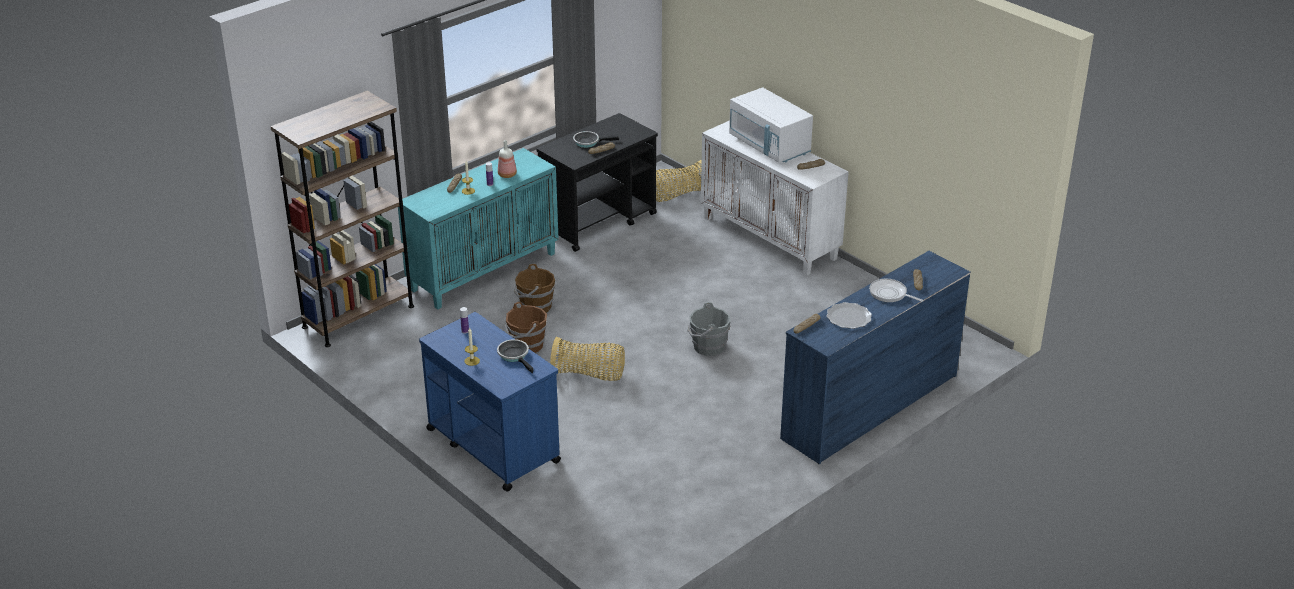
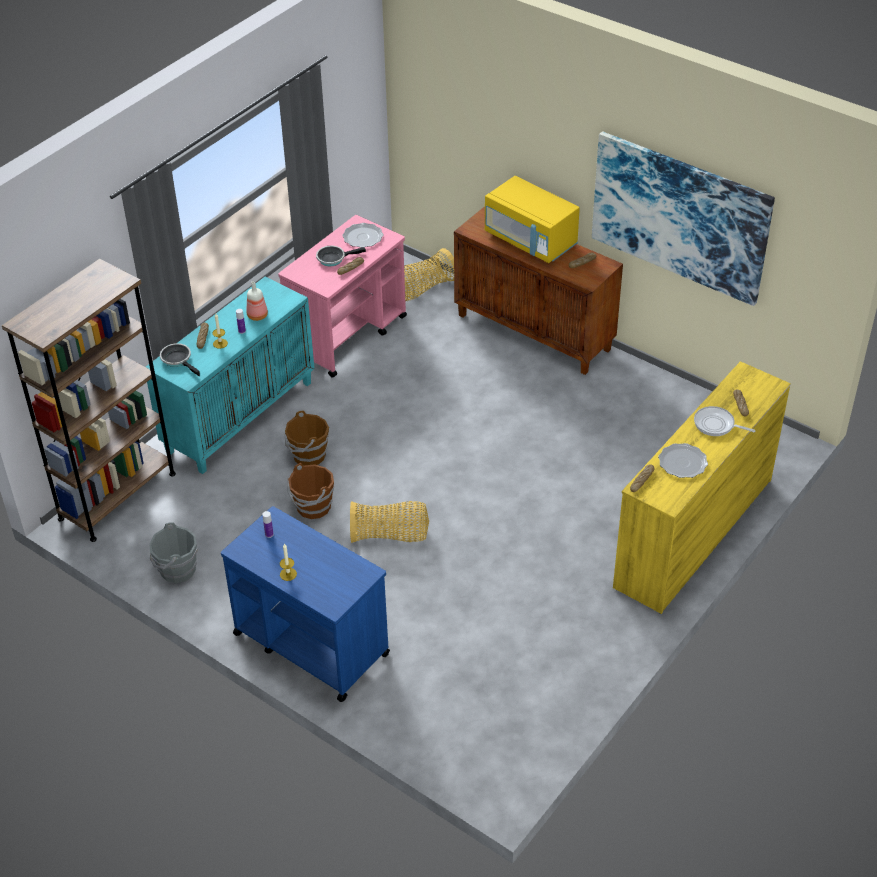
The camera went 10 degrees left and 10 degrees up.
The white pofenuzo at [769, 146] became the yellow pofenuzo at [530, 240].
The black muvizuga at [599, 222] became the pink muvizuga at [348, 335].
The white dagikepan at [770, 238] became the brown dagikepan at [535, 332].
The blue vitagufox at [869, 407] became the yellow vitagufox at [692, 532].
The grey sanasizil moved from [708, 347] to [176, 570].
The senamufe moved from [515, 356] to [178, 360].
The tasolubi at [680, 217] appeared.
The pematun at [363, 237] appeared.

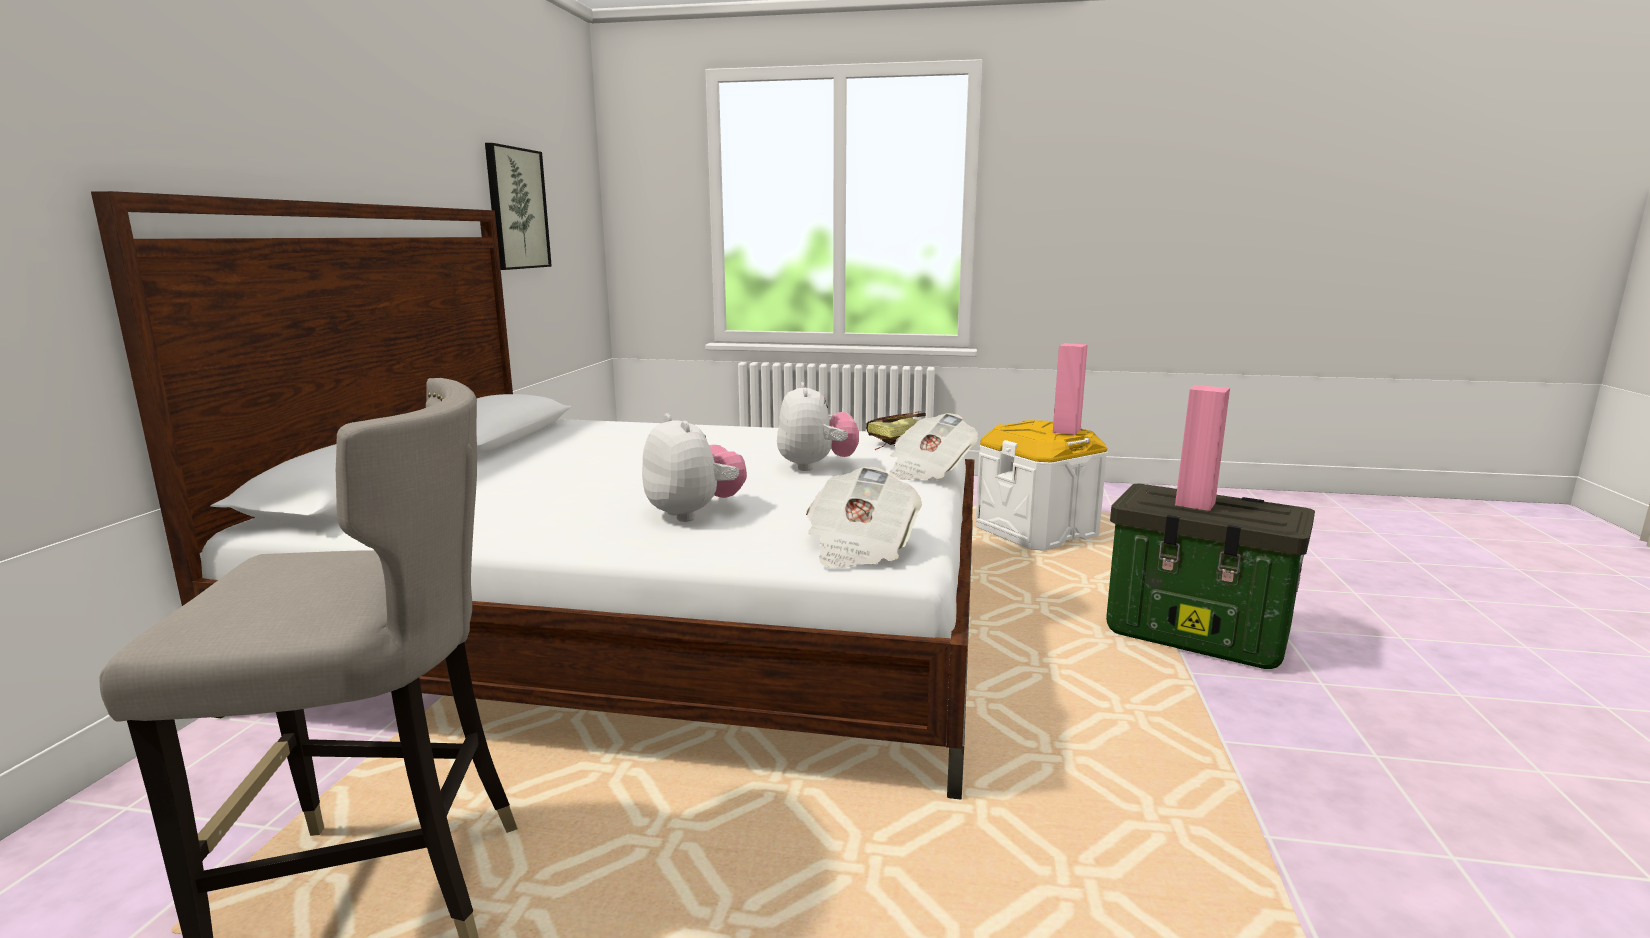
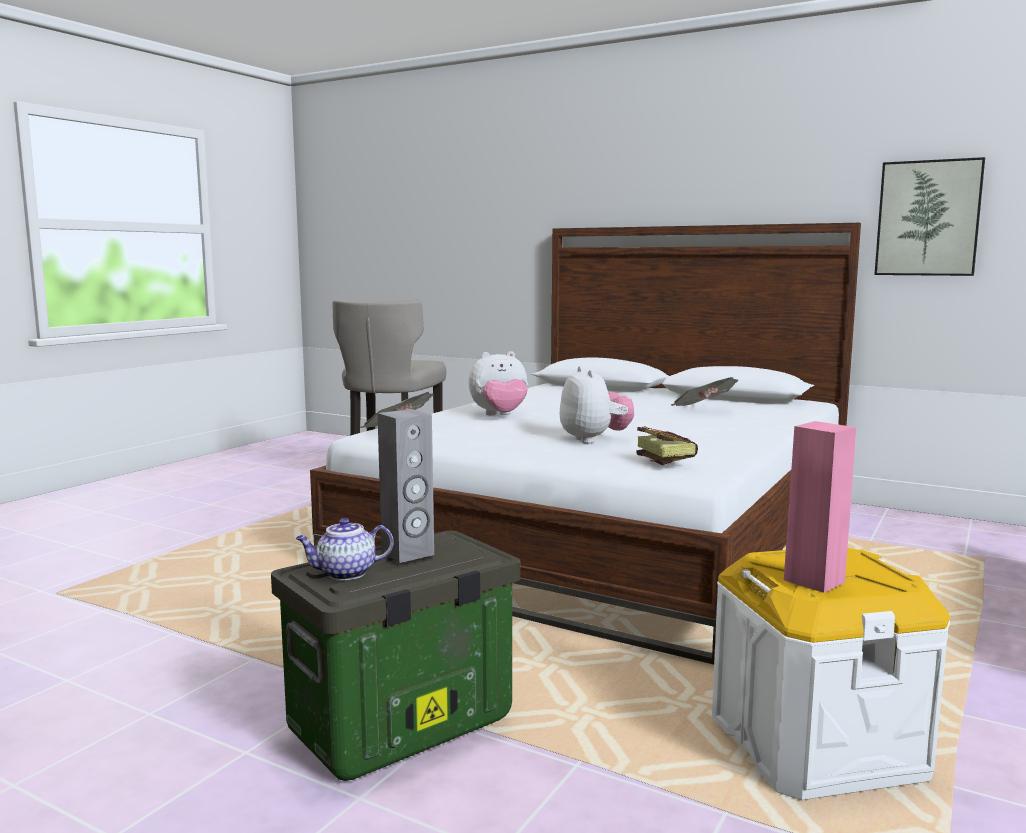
The camera went 110 degrees right and 5 degrees down.
The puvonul at [816, 466] turned 120 degrees counterclockwise.
The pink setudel at [1195, 504] became the grey setudel at [408, 554].
The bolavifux moved from [928, 471] to [703, 410].
The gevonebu at [345, 573] appeared.

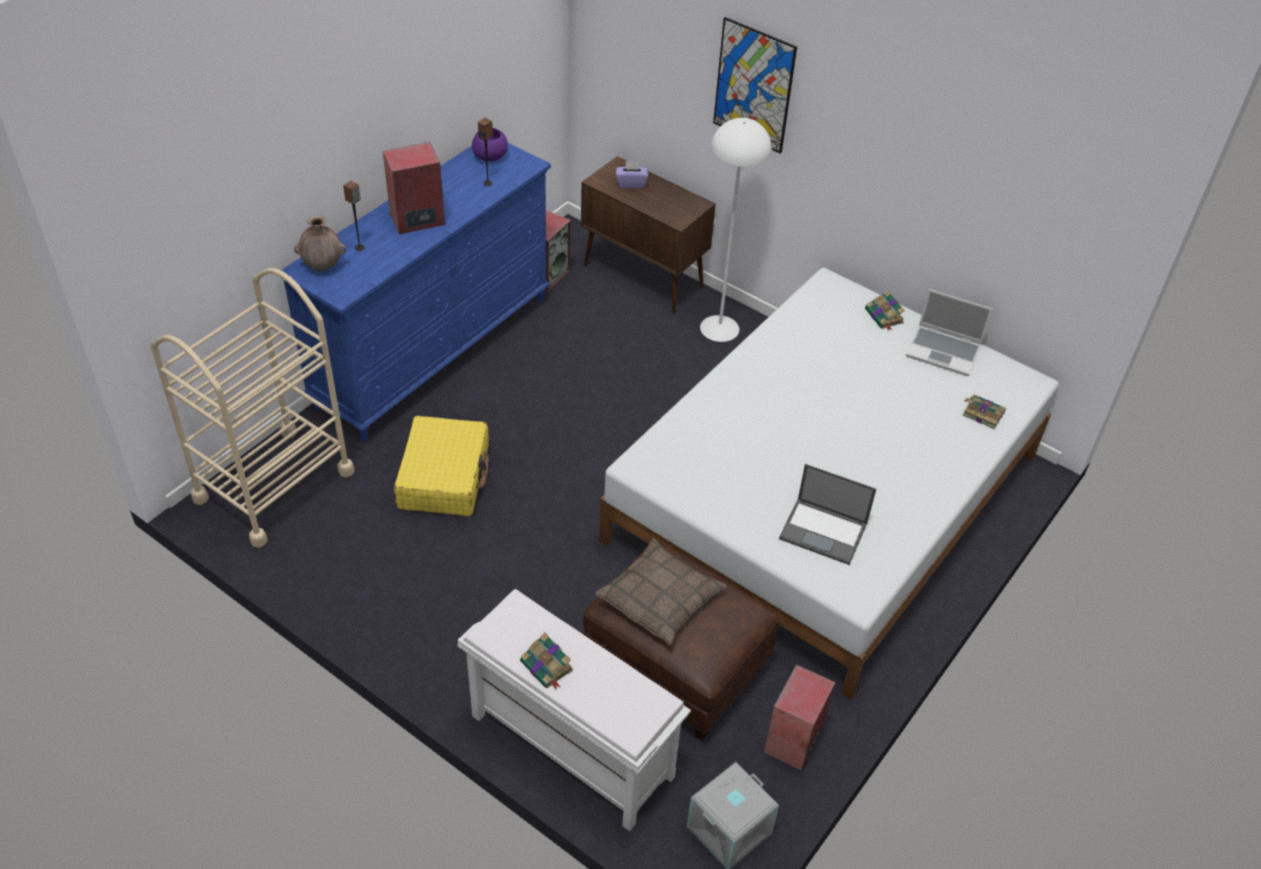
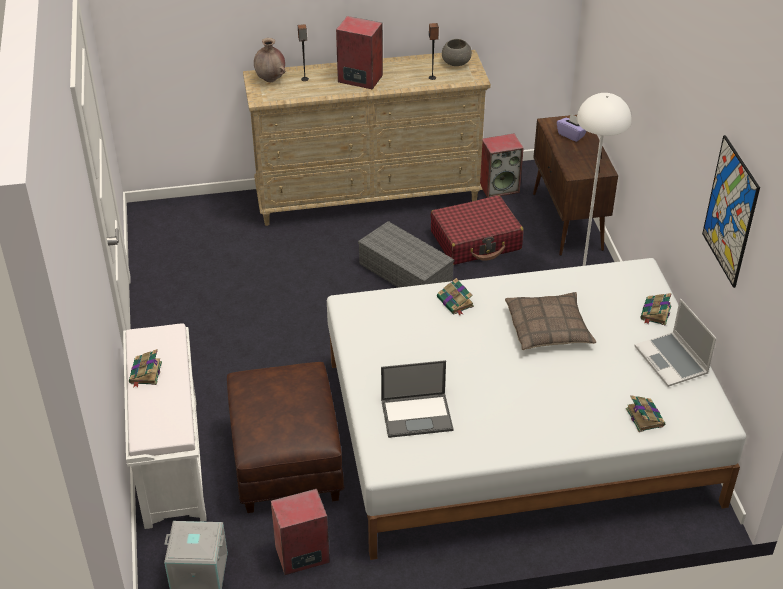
The camera went 45 degrees right and 5 degrees down.
The tasolubi moved from [753, 86] to [730, 211].
The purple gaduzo at [489, 156] became the grey gaduzo at [455, 63].
The blue vitagufox at [435, 352] became the beige vitagufox at [368, 197].
The beige muvizuga at [274, 485] disappeared.
The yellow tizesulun at [444, 477] disappeared.
The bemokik at [824, 531] turned 75 degrees counterclockwise.
The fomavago moved from [660, 598] to [548, 328].
The red tizesulun at [476, 241] appeared.
The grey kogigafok at [407, 272] appeared.
The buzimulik at [455, 302] appeared.

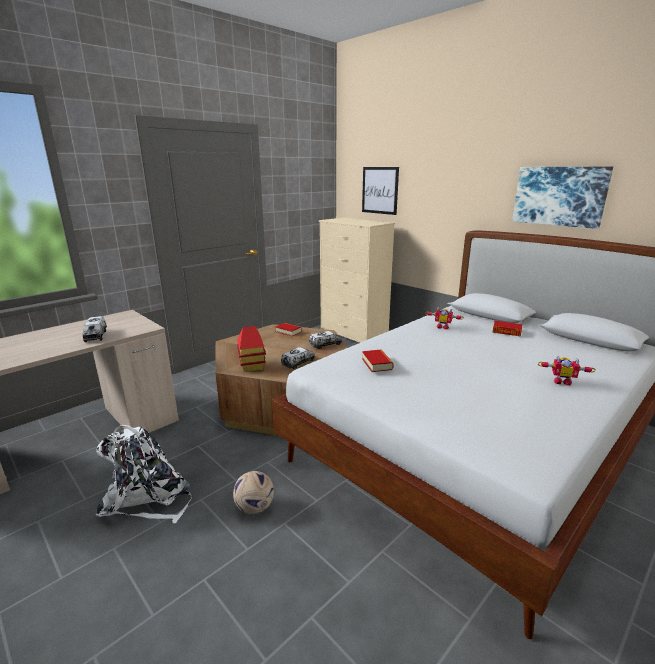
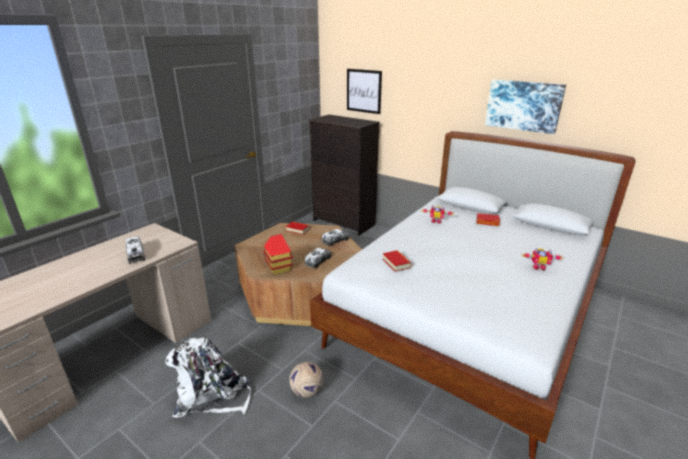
The camera went 10 degrees left and 5 degrees up.
The beige vitagufox at [353, 336] became the black vitagufox at [344, 223].

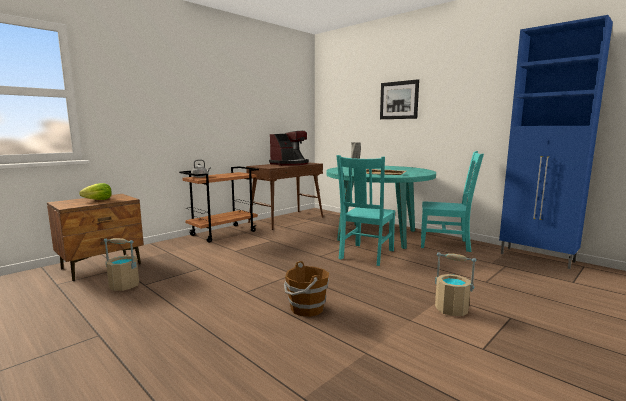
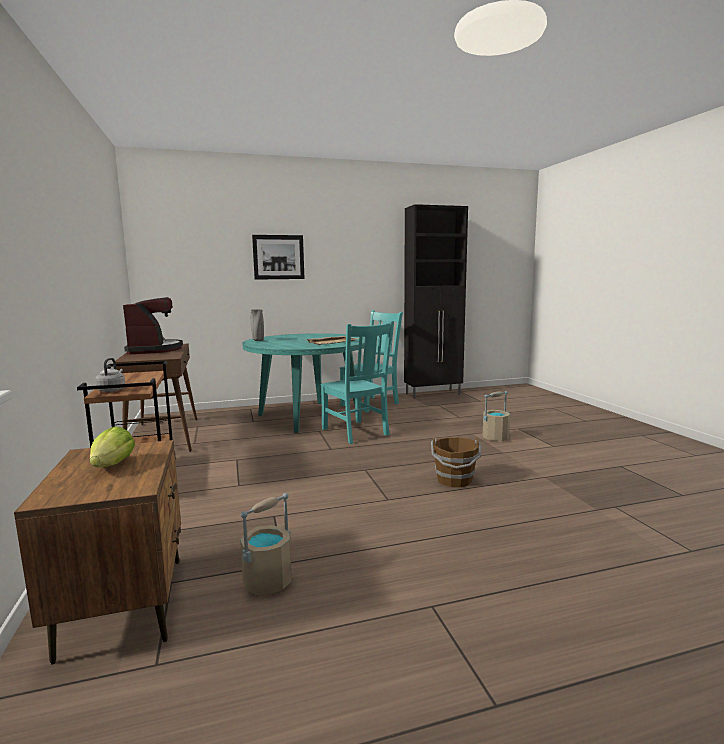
The camera went 60 degrees left and 0 degrees up.
The blue dagikepan at [537, 258] became the black dagikepan at [434, 394].

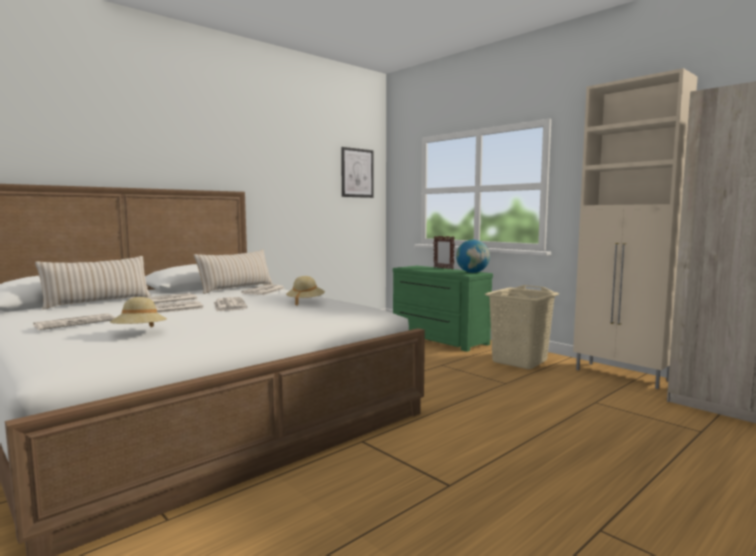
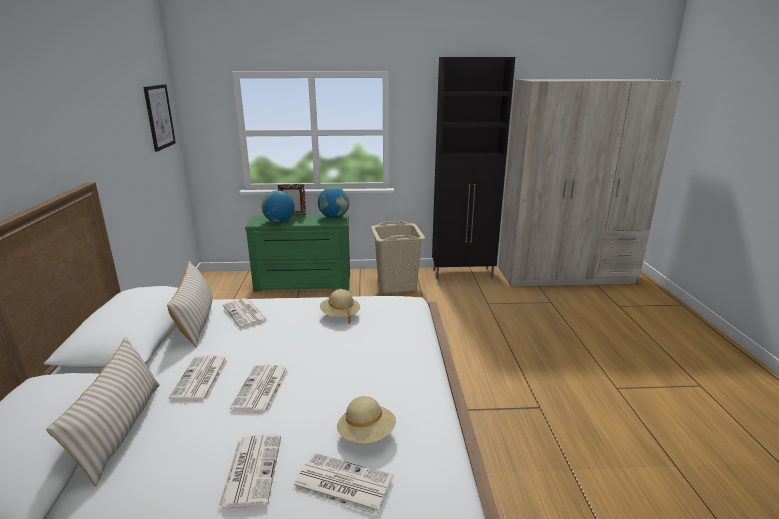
The camera went 50 degrees left and 15 degrees up.
The beige dagikepan at [622, 375] became the black dagikepan at [463, 274].
The bolavifux moved from [229, 305] to [341, 484].
The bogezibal at [279, 222] appeared.

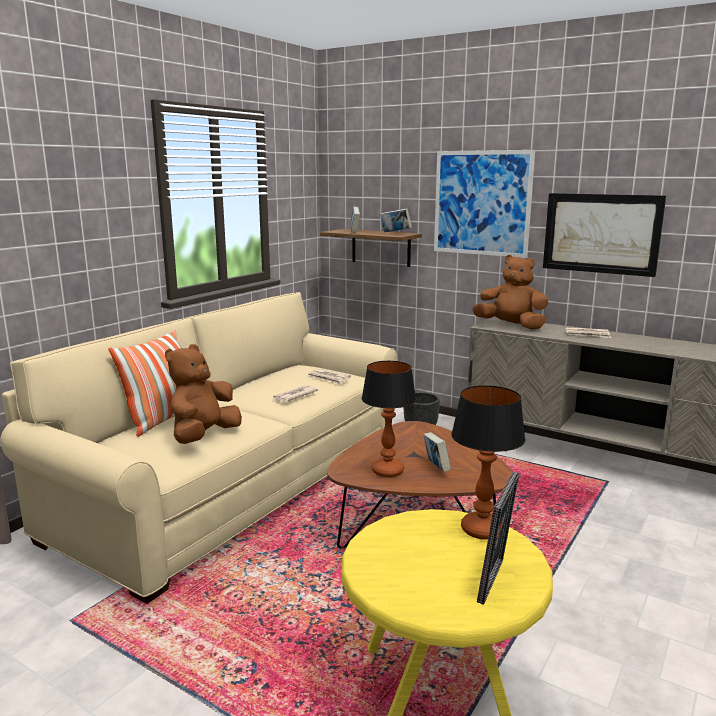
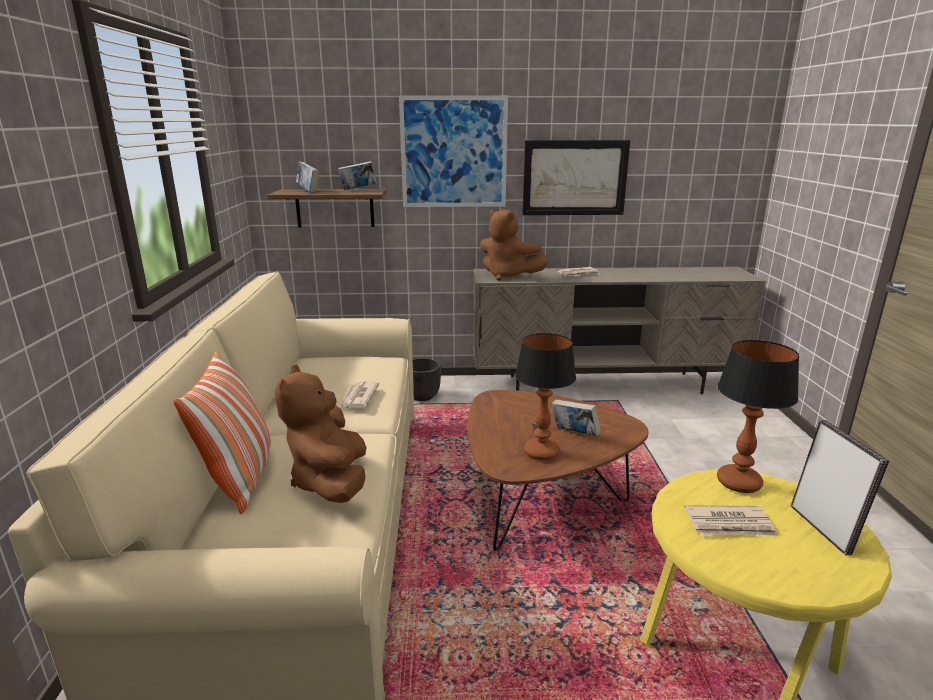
The camera went 35 degrees left and 5 degrees up.
The brown puvonul at [511, 326] turned 135 degrees counterclockwise.
The bolavifux moved from [329, 378] to [730, 524].

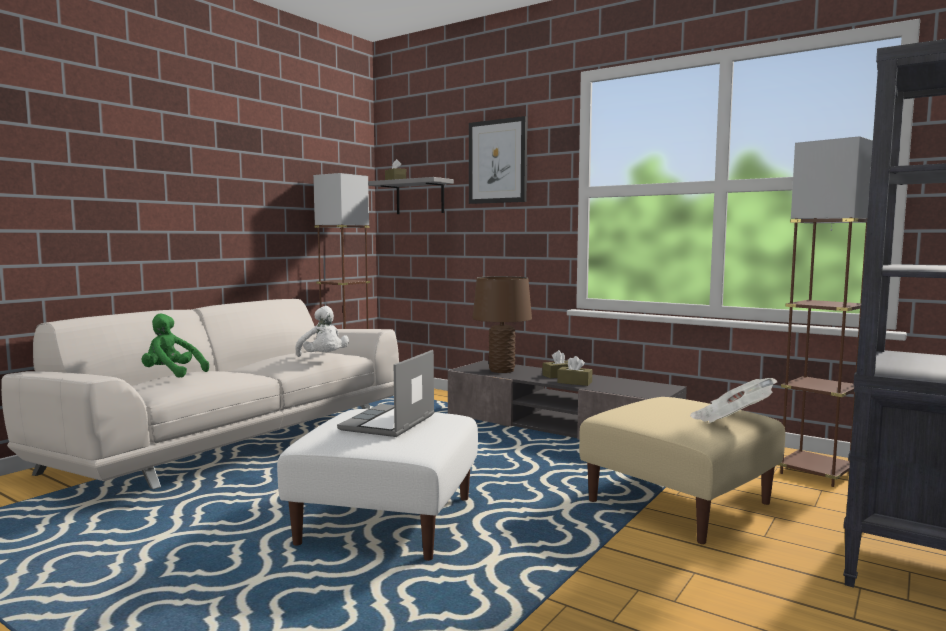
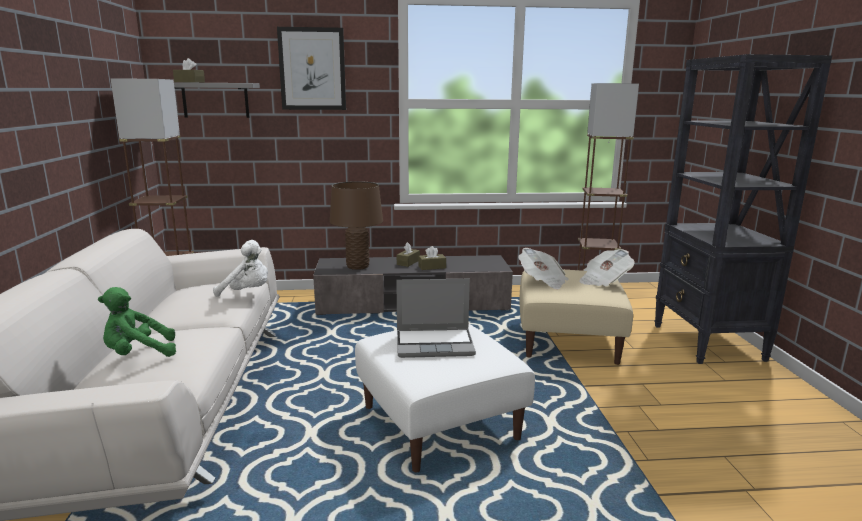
The camera went 40 degrees left and 10 degrees up.
The bemokik at [389, 423] turned 75 degrees counterclockwise.
The bolavifux at [542, 281] appeared.

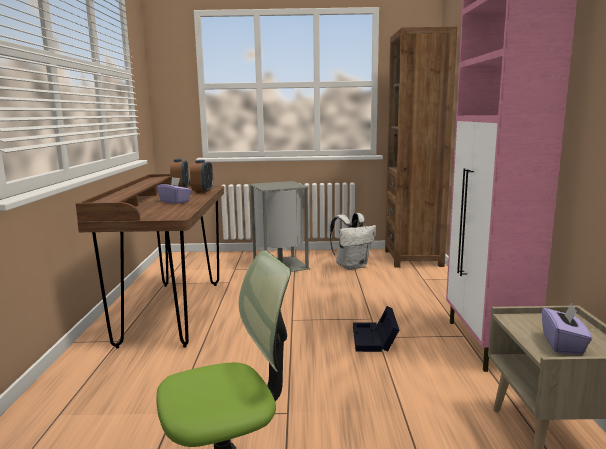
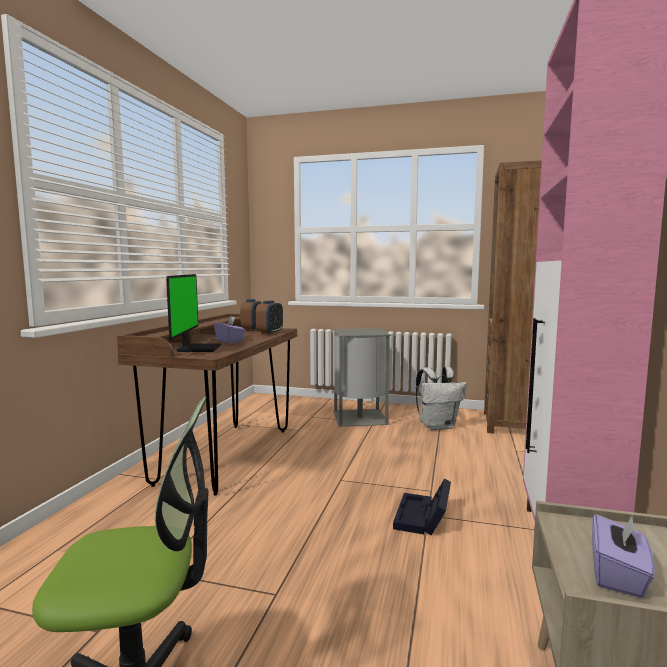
The camera went 15 degrees right and 5 degrees down.
The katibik at [197, 348] appeared.

